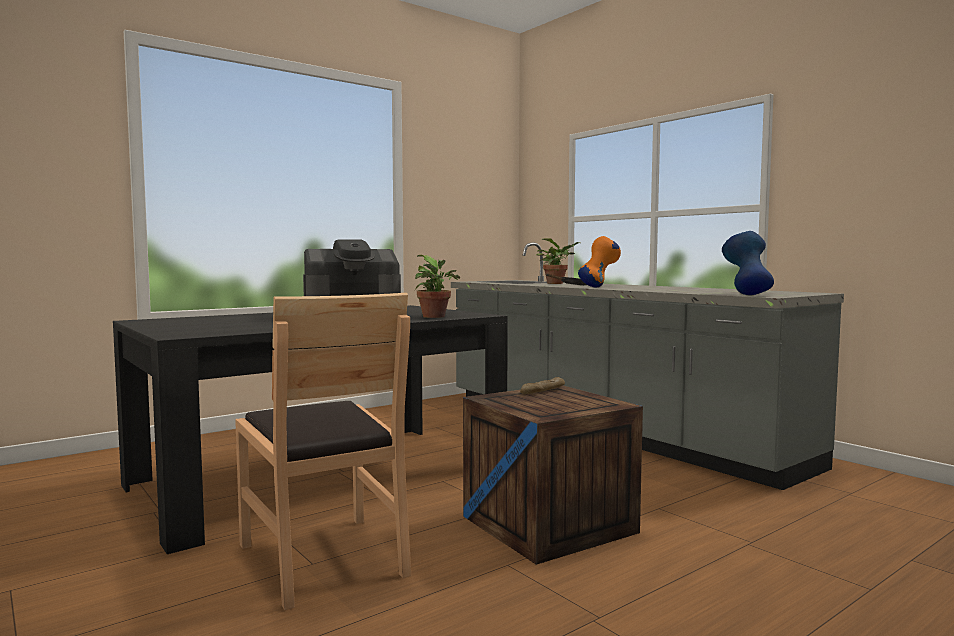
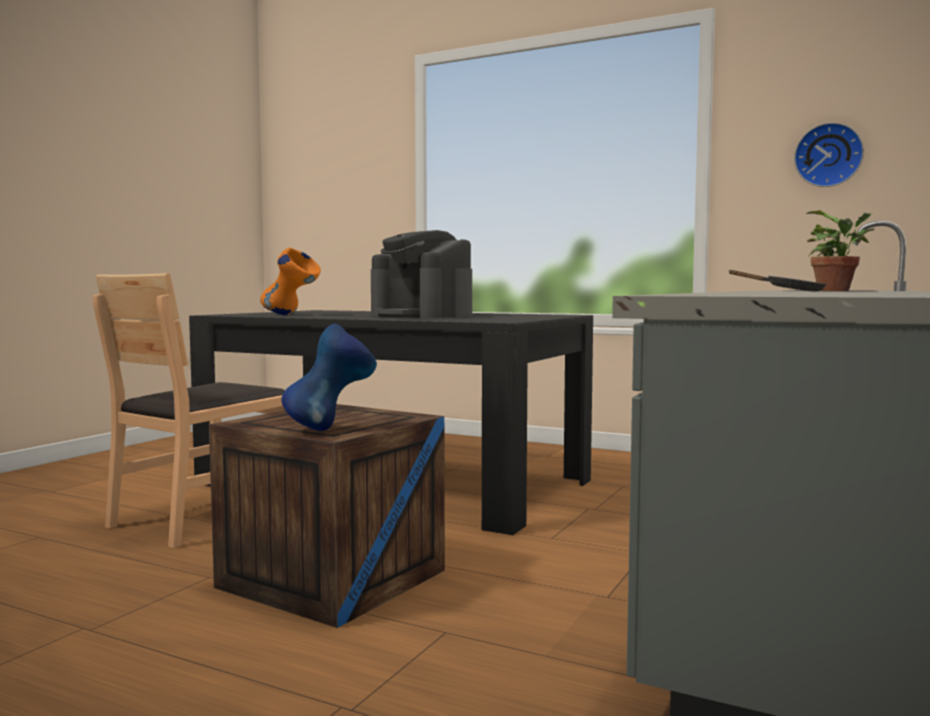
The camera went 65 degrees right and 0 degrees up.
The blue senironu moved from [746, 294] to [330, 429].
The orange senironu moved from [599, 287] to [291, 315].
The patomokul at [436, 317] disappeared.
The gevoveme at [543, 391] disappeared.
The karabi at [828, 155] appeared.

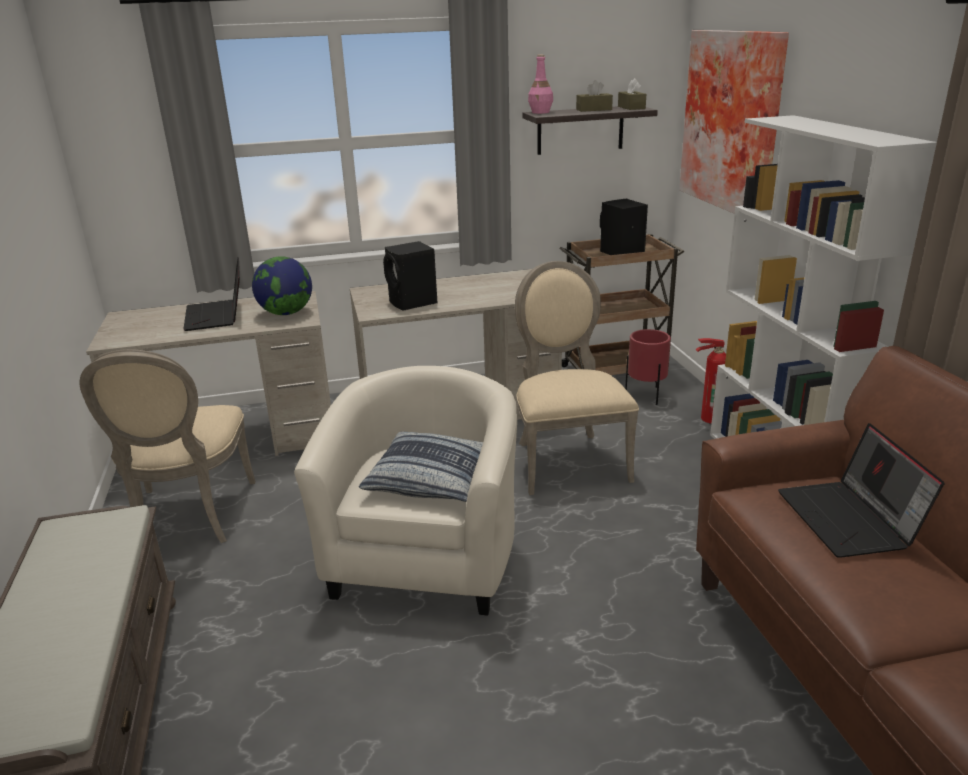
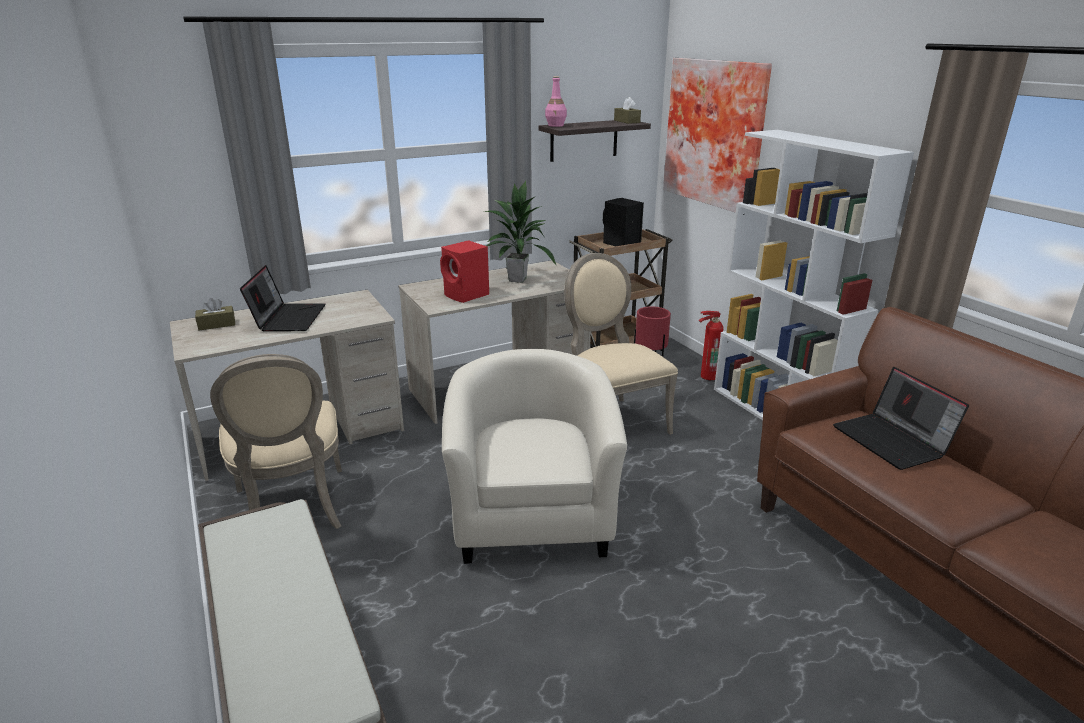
The camera went 15 degrees left and 0 degrees up.
The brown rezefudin moved from [594, 109] to [217, 324].
The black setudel at [413, 303] became the red setudel at [467, 295].
The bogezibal at [286, 313] disappeared.
The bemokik at [217, 316] turned 150 degrees counterclockwise.
The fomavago at [431, 479] disappeared.
The patomokul at [517, 280] appeared.

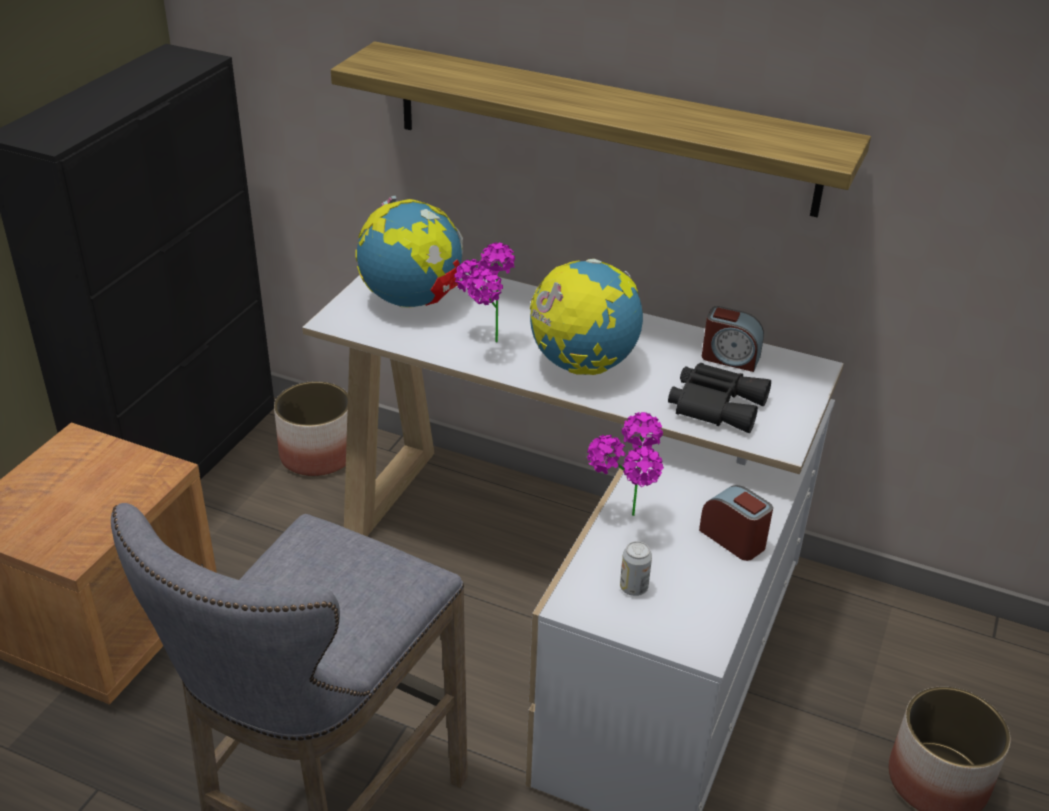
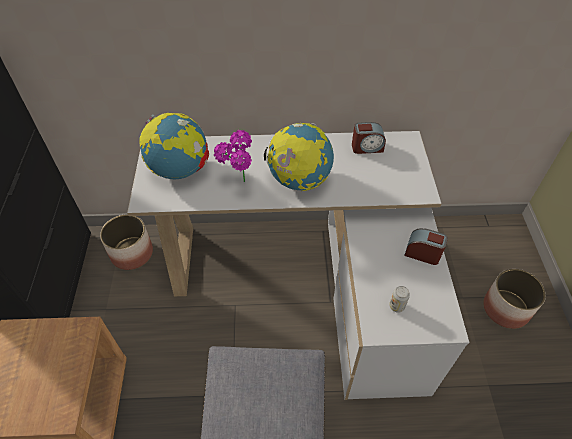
The camera went 25 degrees left and 15 degrees up.
The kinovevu at [603, 128] disappeared.
The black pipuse at [716, 404] disappeared.
The patomokul at [624, 523] disappeared.

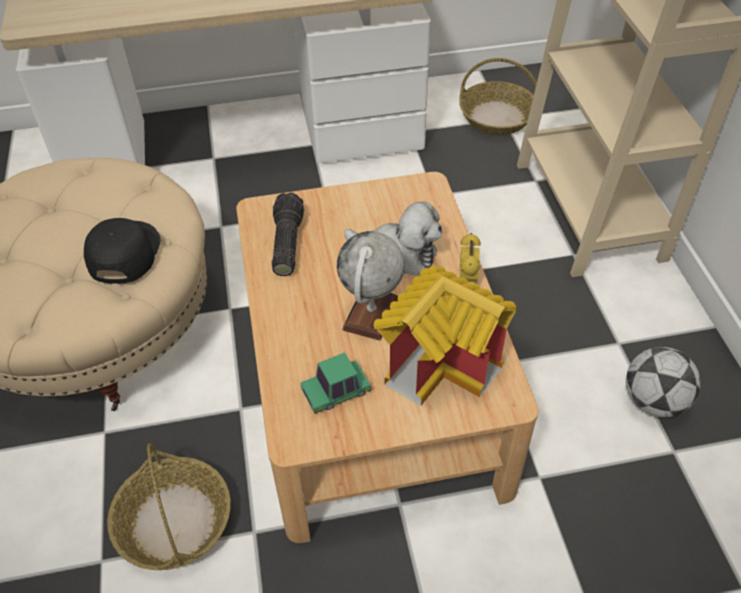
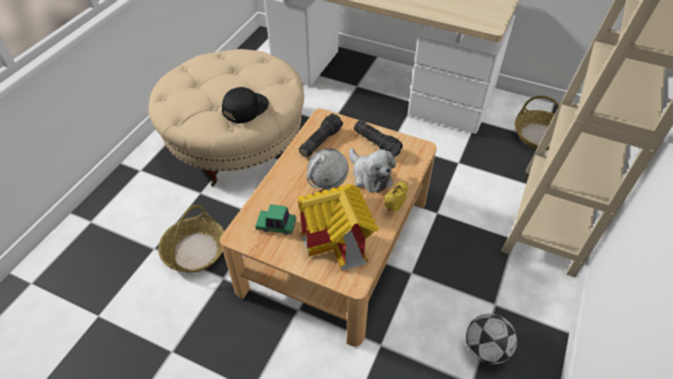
The camera went 35 degrees right and 0 degrees up.
The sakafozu at [377, 143] appeared.

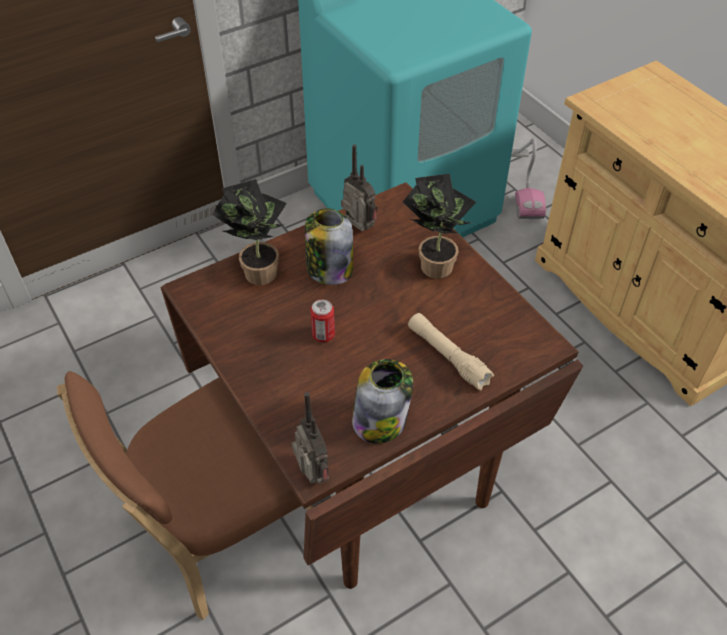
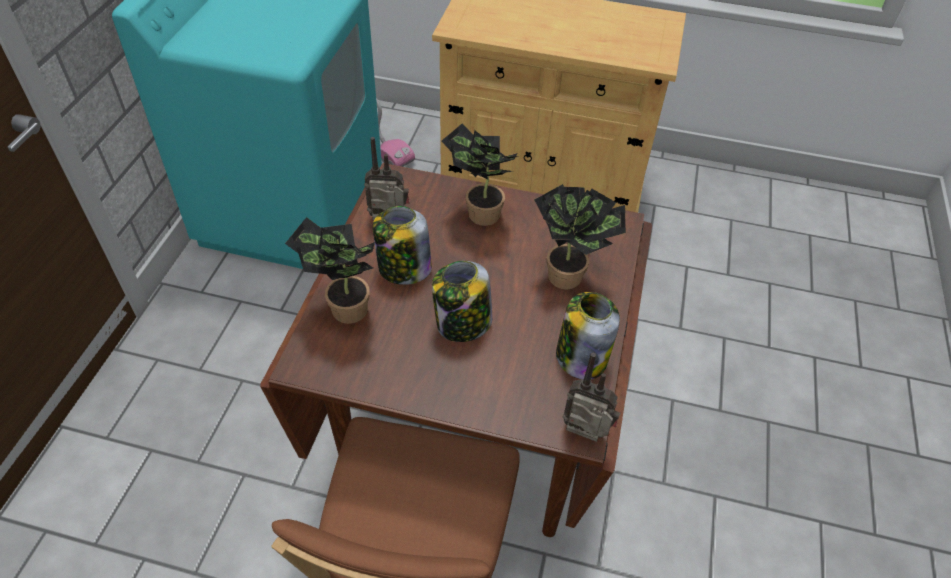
The camera went 45 degrees left and 0 degrees up.
The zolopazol at [323, 335] was replaced by the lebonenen at [462, 323].
The beige sakafozu at [447, 356] was replaced by the patomokul at [570, 275].

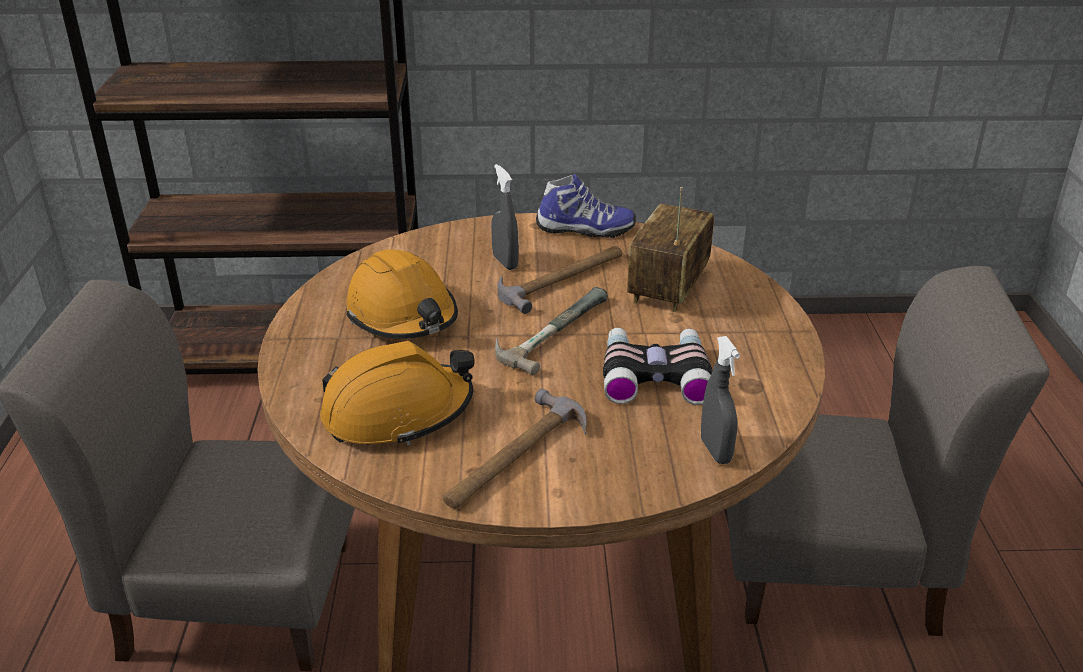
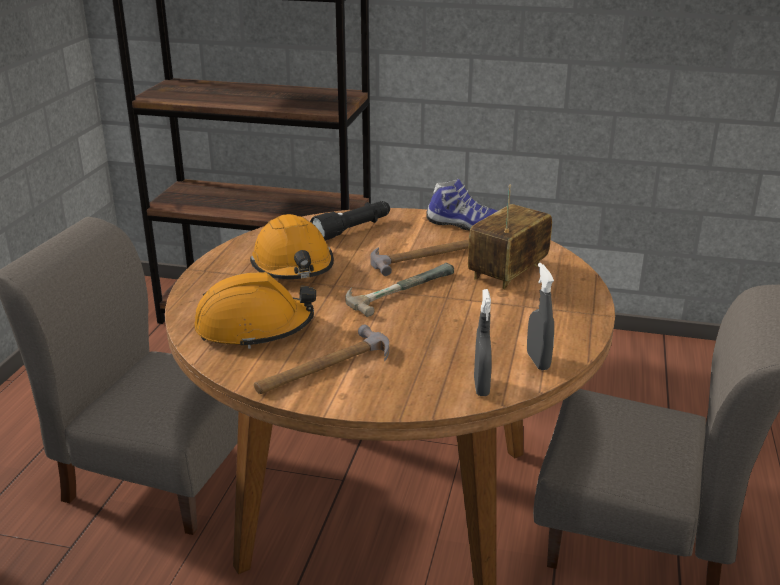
The camera went 15 degrees right and 5 degrees down.
The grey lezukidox moved from [505, 262] to [538, 361].
The pipuse at [655, 374] disappeared.
The black sakafozu at [352, 230] appeared.

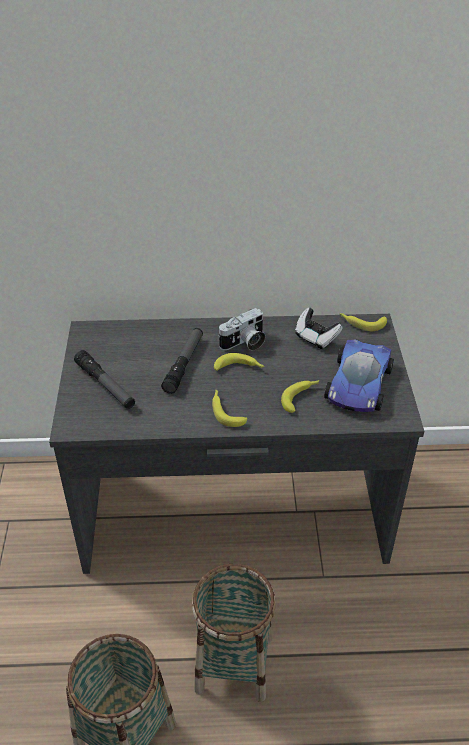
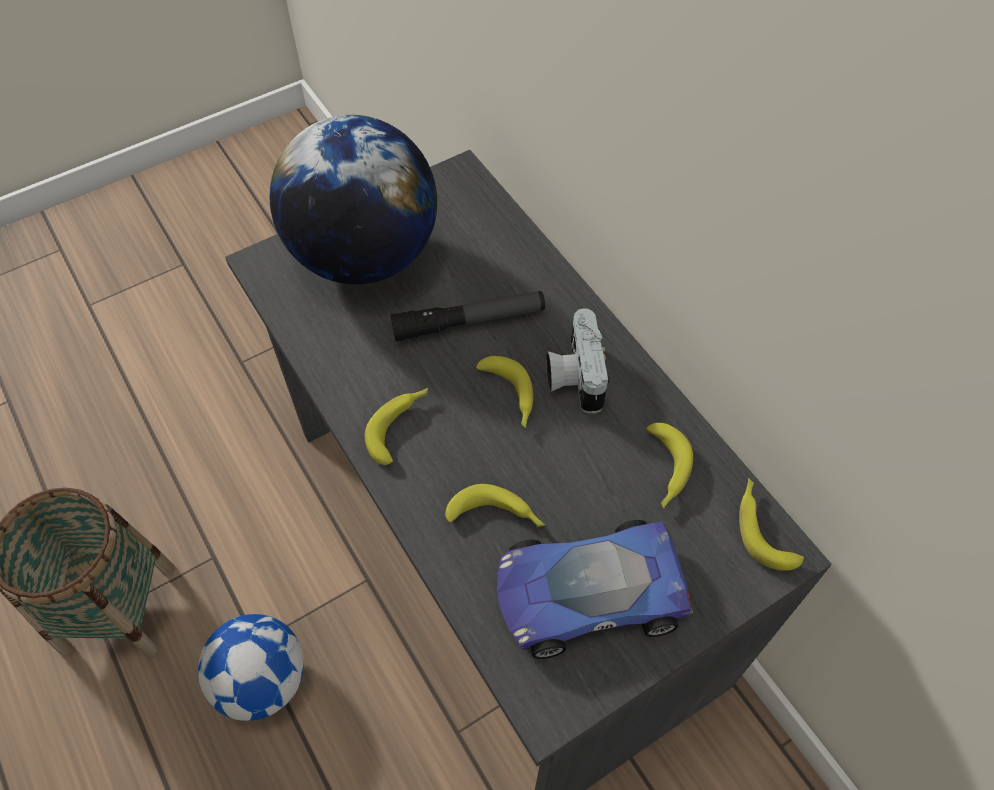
The camera went 60 degrees right and 15 degrees up.
The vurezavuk at [244, 343] turned 60 degrees clockwise.
The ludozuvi at [316, 337] was replaced by the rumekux at [665, 471].
The sakafozu at [105, 385] was replaced by the bogezibal at [364, 256].
The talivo at [233, 663] was replaced by the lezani at [263, 680].

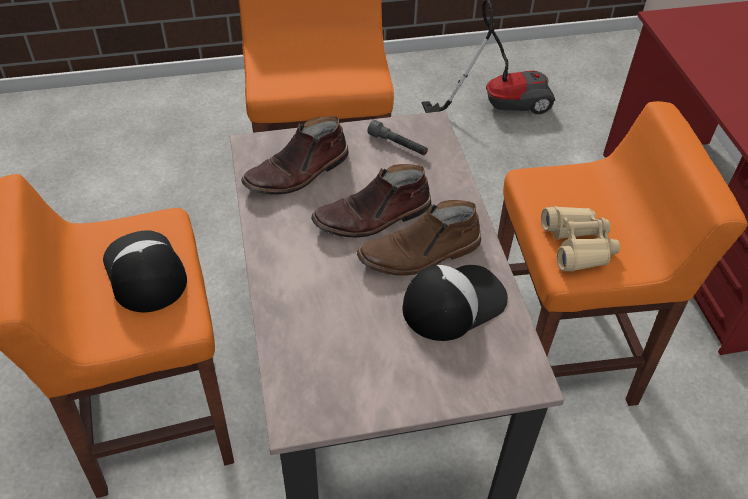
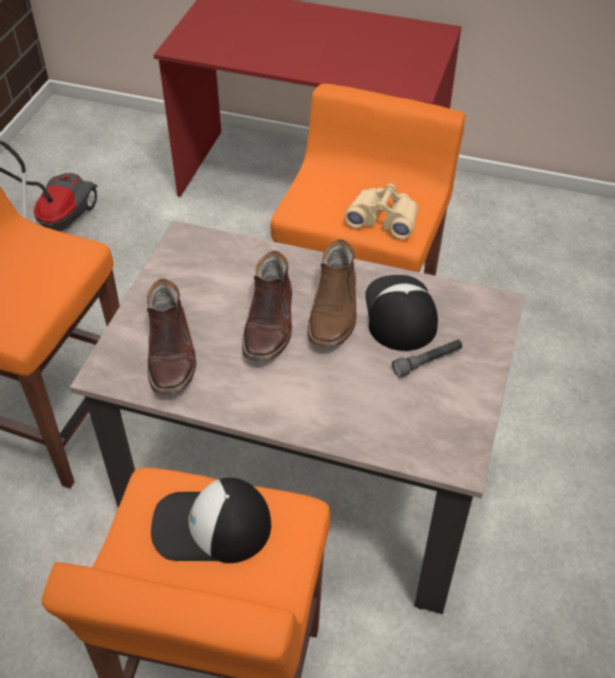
The camera went 60 degrees left and 0 degrees up.
The grey sakafozu moved from [398, 145] to [427, 362].

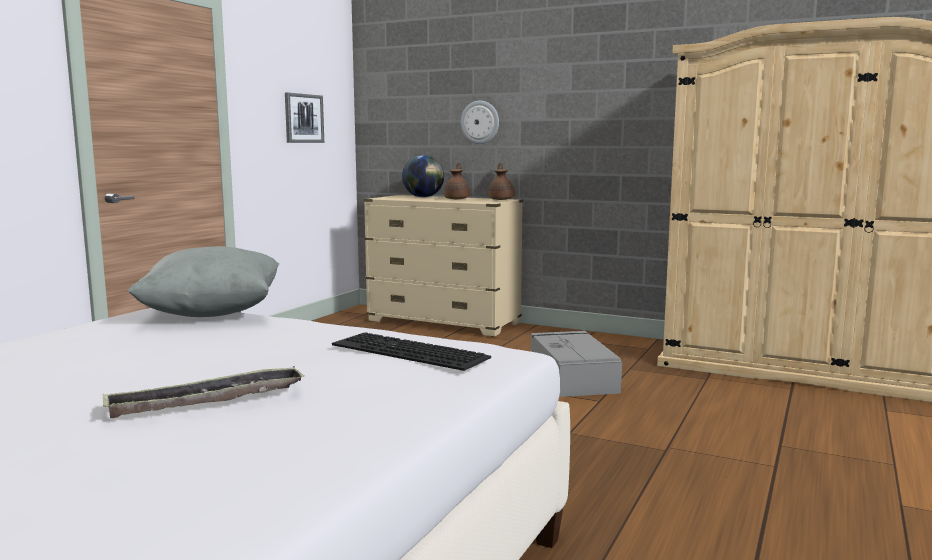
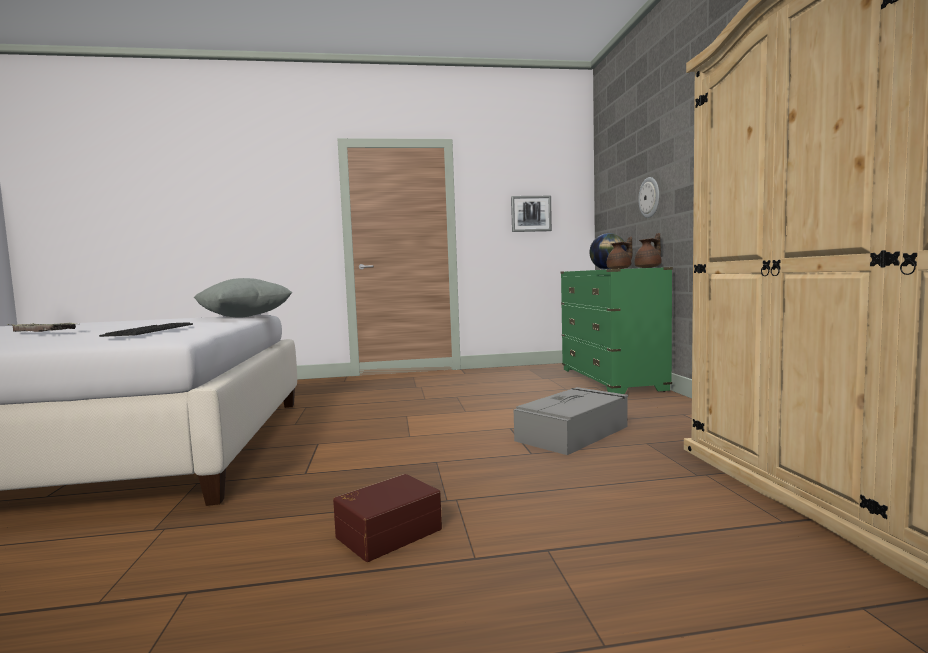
The camera went 55 degrees right and 5 degrees down.
The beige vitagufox at [444, 322] became the green vitagufox at [611, 380].
The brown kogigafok at [387, 532] appeared.

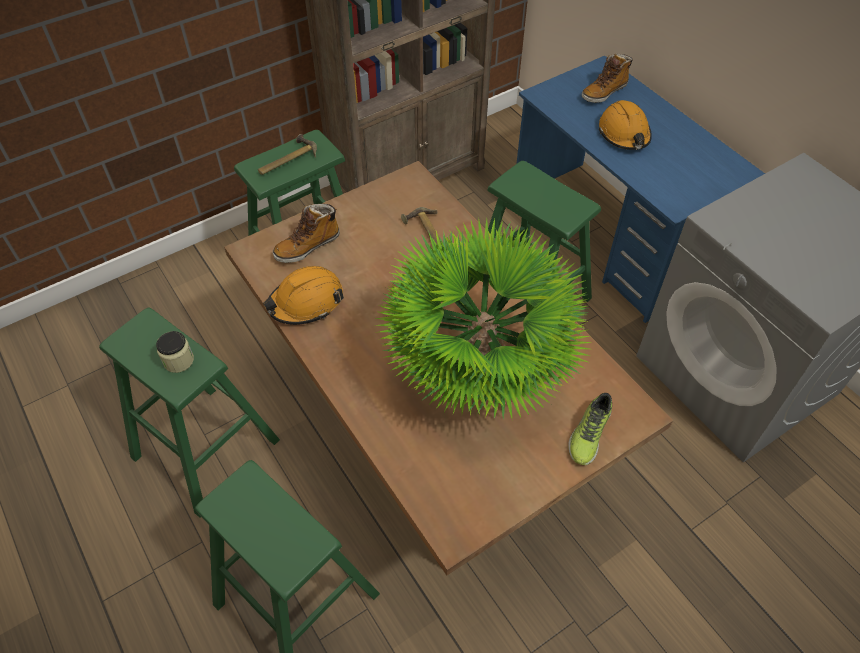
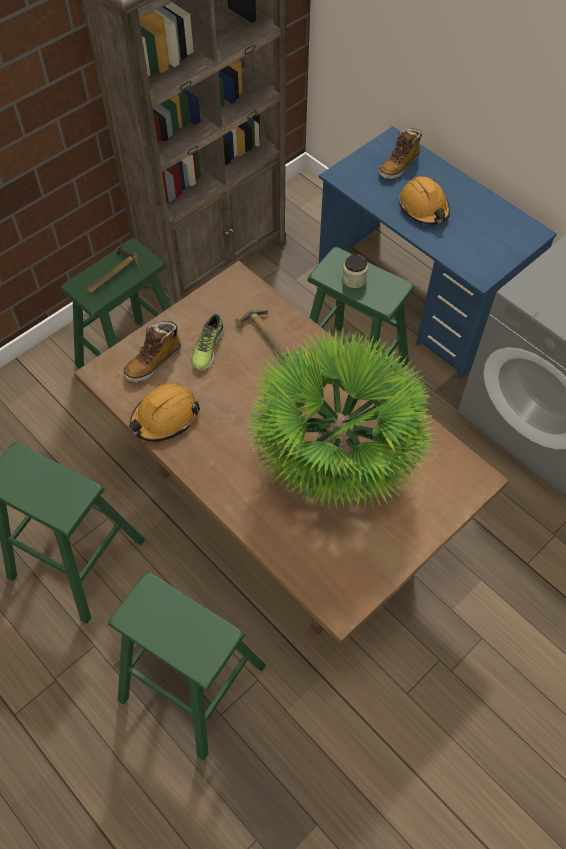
The camera went 10 degrees left and 5 degrees up.
The lebonenen moved from [178, 360] to [354, 279].
The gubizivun moved from [588, 433] to [207, 348].

